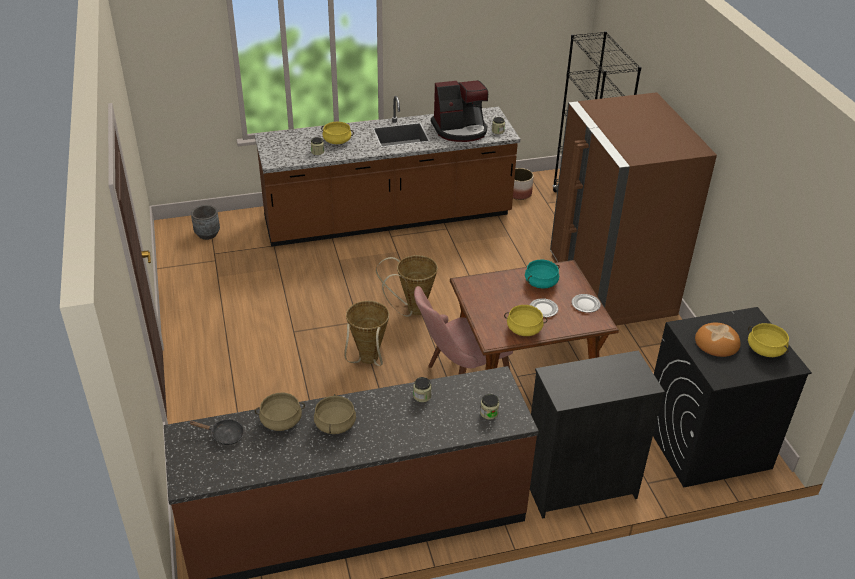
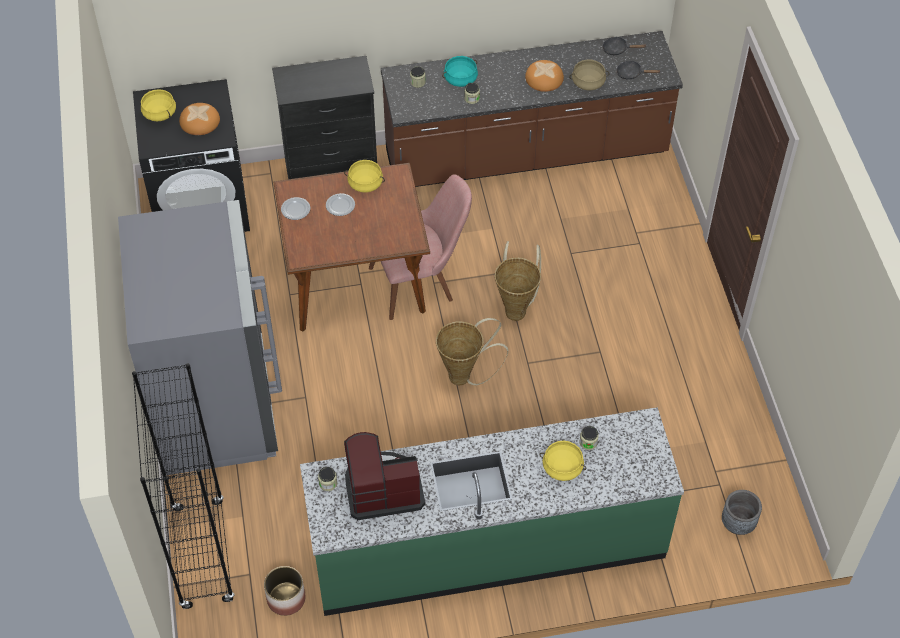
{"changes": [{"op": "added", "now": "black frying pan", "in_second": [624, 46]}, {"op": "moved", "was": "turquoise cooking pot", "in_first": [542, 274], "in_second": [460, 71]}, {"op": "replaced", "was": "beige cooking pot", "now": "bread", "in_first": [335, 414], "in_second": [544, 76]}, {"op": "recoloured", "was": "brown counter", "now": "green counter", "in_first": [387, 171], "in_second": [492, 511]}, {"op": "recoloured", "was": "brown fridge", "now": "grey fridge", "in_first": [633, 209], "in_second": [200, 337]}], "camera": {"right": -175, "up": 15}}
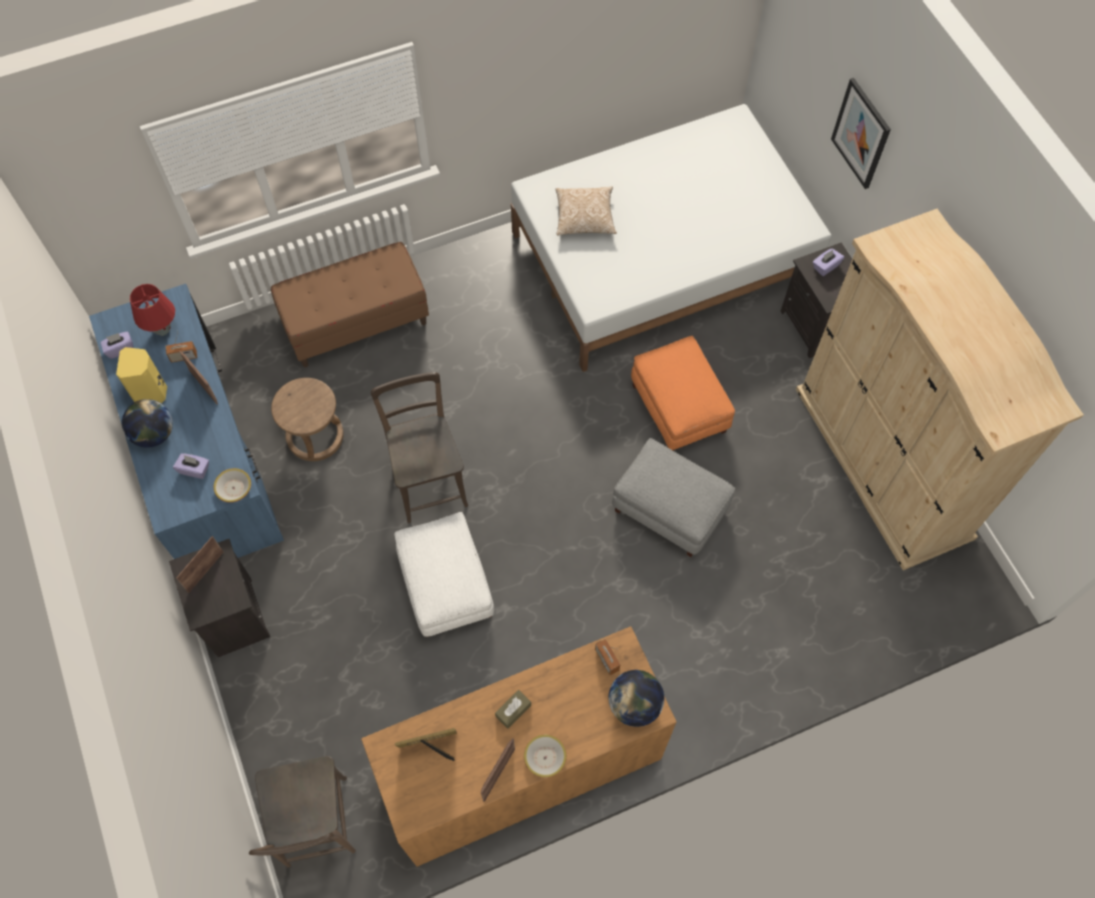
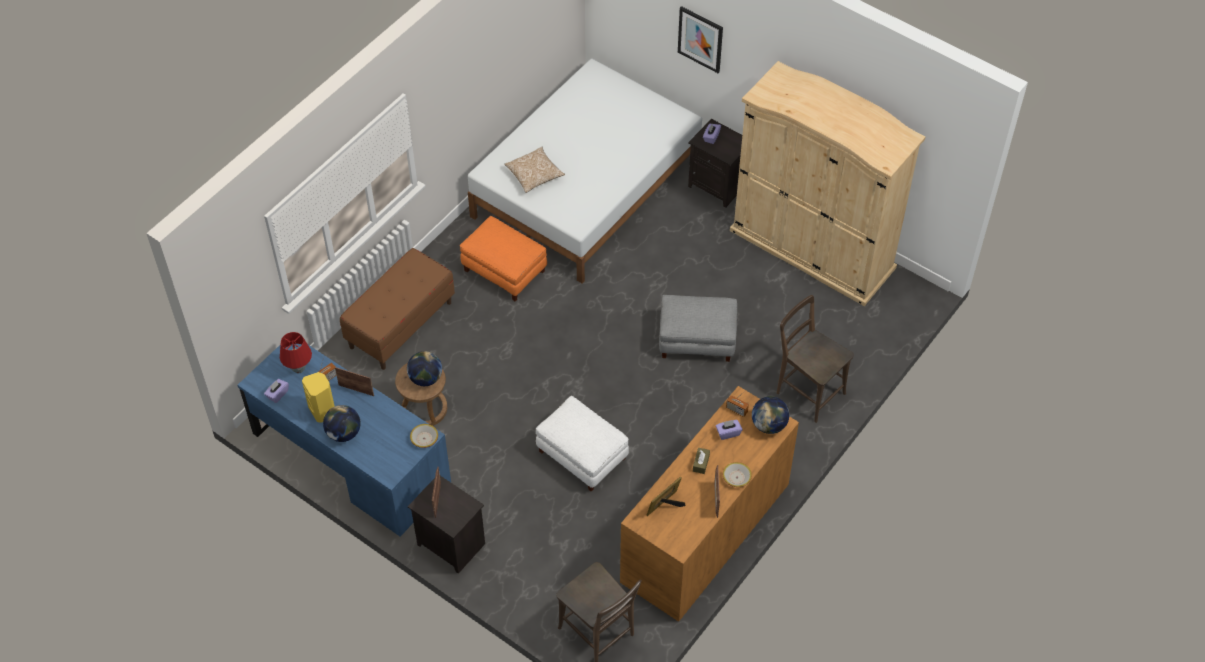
{"changes": [{"op": "added", "now": "globe", "in_second": [424, 368]}, {"op": "moved", "was": "purple tissue box", "in_first": [191, 466], "in_second": [729, 430]}, {"op": "moved", "was": "brown chair", "in_first": [419, 447], "in_second": [815, 359]}, {"op": "moved", "was": "orange ottoman", "in_first": [683, 393], "in_second": [503, 258]}], "camera": {"right": -30, "up": -10}}
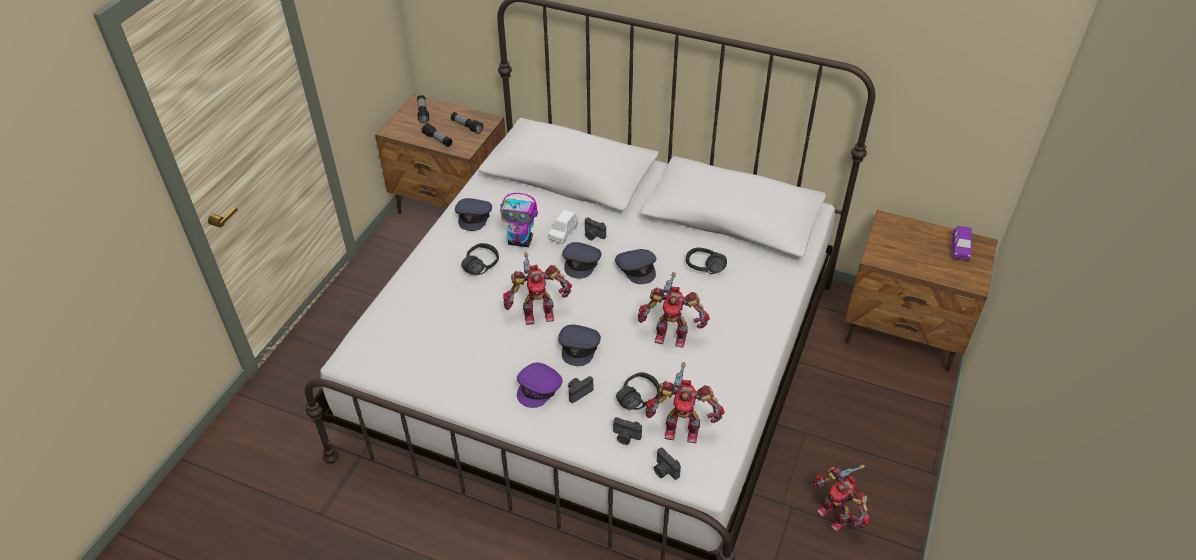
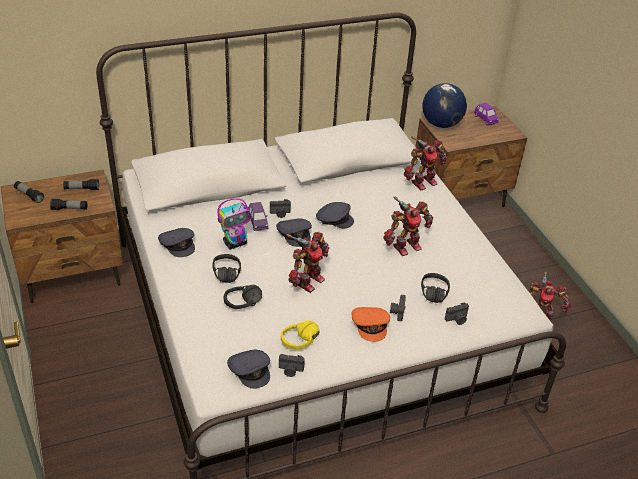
{"changes": [{"op": "added", "now": "yellow headphones", "in_second": [300, 335]}, {"op": "added", "now": "globe", "in_second": [444, 105]}, {"op": "moved", "was": "grey cap", "in_first": [579, 345], "in_second": [248, 369]}, {"op": "moved", "was": "toy robot", "in_first": [685, 402], "in_second": [425, 163]}, {"op": "moved", "was": "photo camera", "in_first": [667, 464], "in_second": [292, 365]}, {"op": "moved", "was": "black headphones", "in_first": [706, 261], "in_second": [243, 297]}, {"op": "recoloured", "was": "purple cap", "now": "orange cap", "in_first": [539, 385], "in_second": [371, 324]}, {"op": "recoloured", "was": "white toy car", "now": "purple toy car", "in_first": [563, 227], "in_second": [258, 216]}], "camera": {"right": -45, "up": -5}}
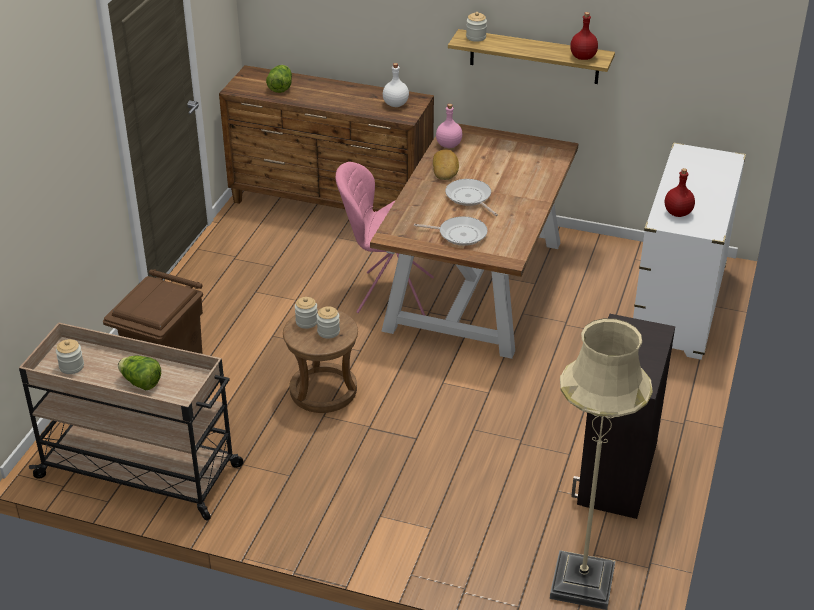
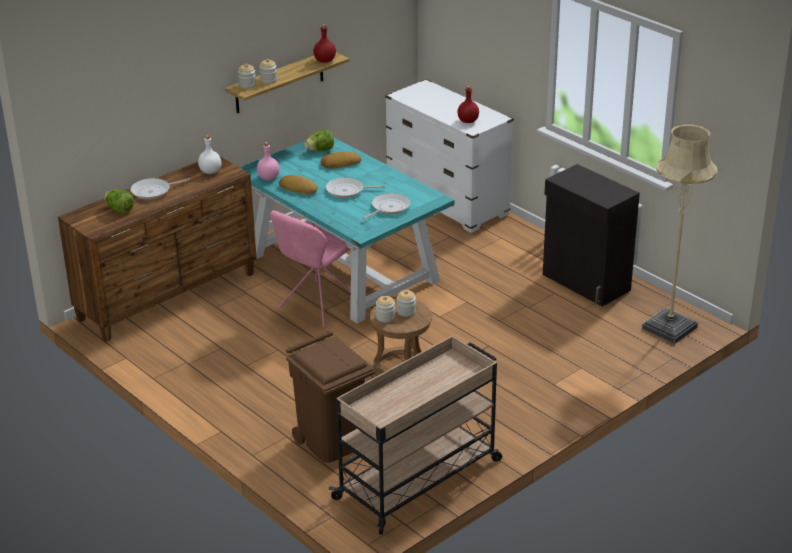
{"changes": [{"op": "added", "now": "frying pan", "in_second": [159, 189]}, {"op": "added", "now": "bread", "in_second": [341, 159]}, {"op": "moved", "was": "jar", "in_first": [70, 356], "in_second": [268, 71]}, {"op": "moved", "was": "lettuce", "in_first": [139, 373], "in_second": [319, 140]}, {"op": "recoloured", "was": "brown dining table", "now": "turquoise dining table", "in_first": [474, 241], "in_second": [347, 230]}], "camera": {"right": -60, "up": -5}}
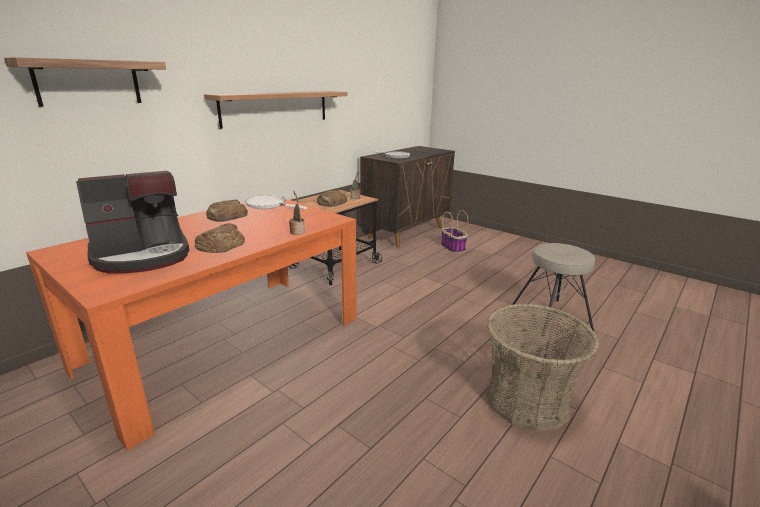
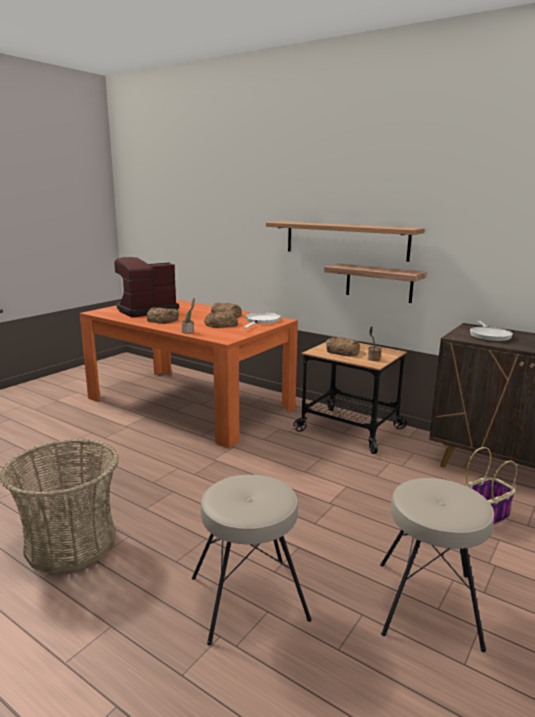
{"changes": [{"op": "added", "now": "bread", "in_second": [221, 319]}, {"op": "added", "now": "beige stool", "in_second": [437, 565]}, {"op": "moved", "was": "shelf", "in_first": [85, 82], "in_second": [375, 283]}, {"op": "turned", "was": "coffee machine", "in_first": [133, 222], "in_second": [147, 287], "clockwise": 90}], "camera": {"right": 85, "up": -5}}
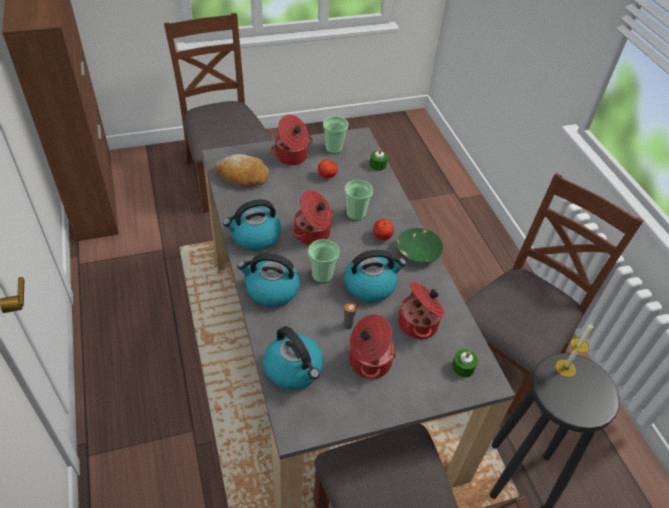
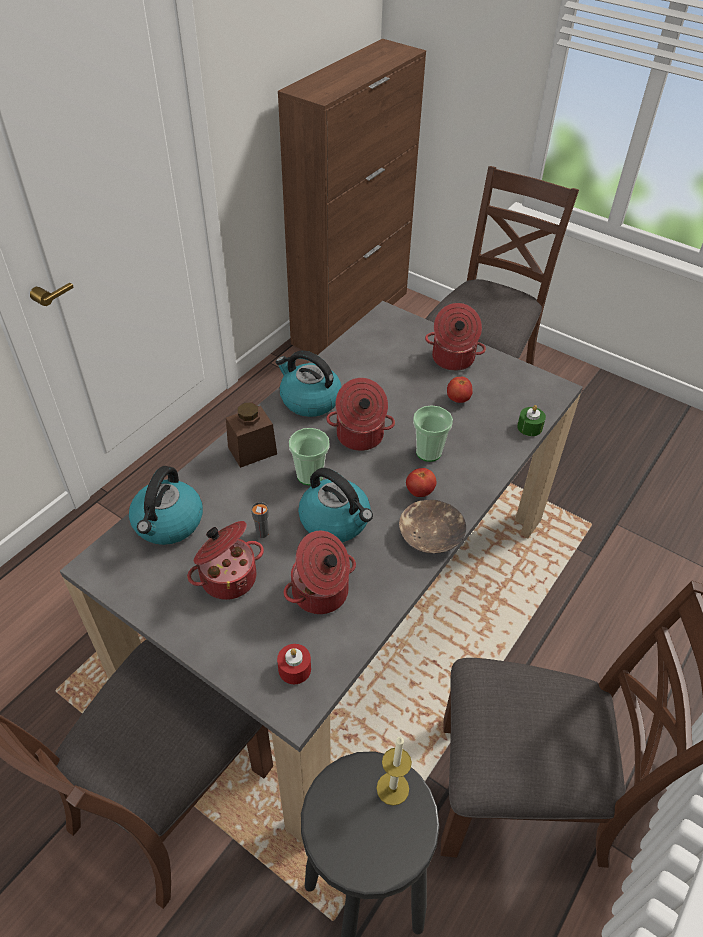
{"changes": [{"op": "removed", "was": "bread", "in_first": [242, 170]}, {"op": "removed", "was": "cup", "in_first": [335, 135]}, {"op": "replaced", "was": "kettle", "now": "brown jar", "in_first": [268, 280], "in_second": [251, 435]}, {"op": "recoloured", "was": "green bowl", "now": "brown bowl", "in_first": [420, 245], "in_second": [432, 526]}, {"op": "recoloured", "was": "green candle", "now": "red candle", "in_first": [465, 363], "in_second": [294, 664]}], "camera": {"right": 55, "up": 0}}
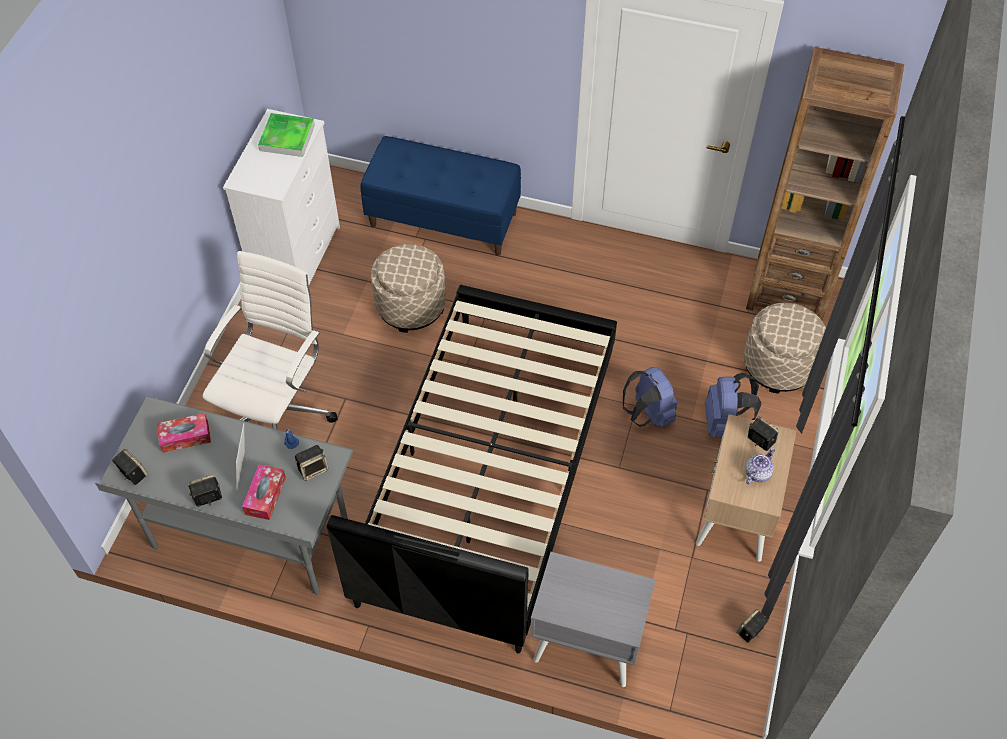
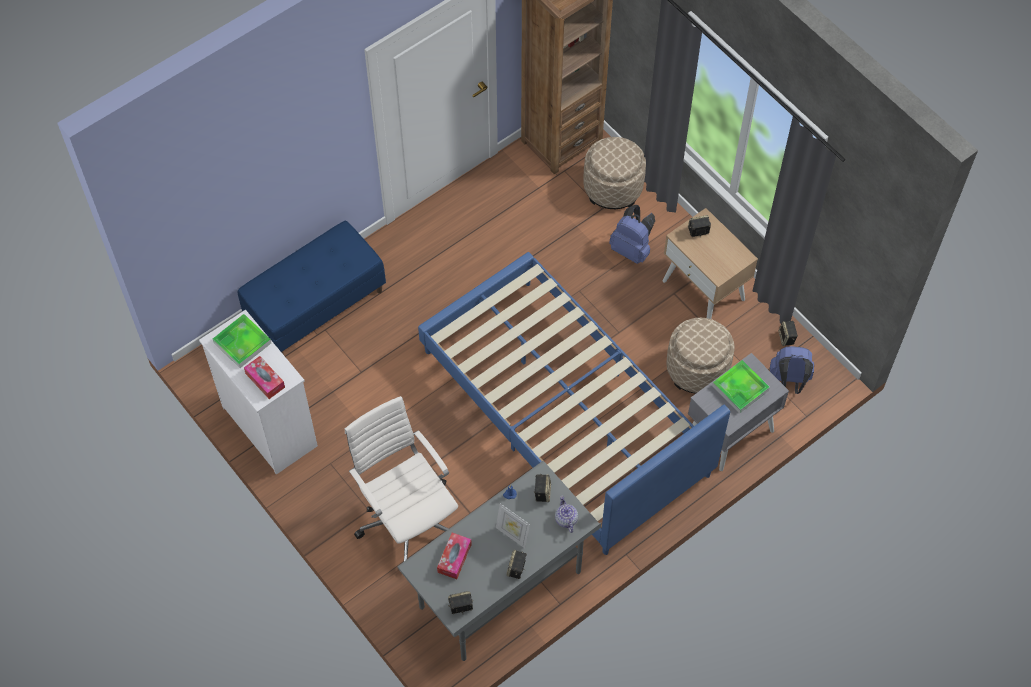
{"changes": [{"op": "added", "now": "tray", "in_second": [741, 387]}, {"op": "moved", "was": "tissue box", "in_first": [264, 492], "in_second": [264, 377]}, {"op": "moved", "was": "beige ottoman", "in_first": [408, 288], "in_second": [700, 356]}, {"op": "moved", "was": "blue backpack", "in_first": [650, 397], "in_second": [792, 370]}, {"op": "moved", "was": "teapot", "in_first": [760, 466], "in_second": [566, 514]}, {"op": "recoloured", "was": "black bed", "now": "blue bed", "in_first": [472, 469], "in_second": [574, 403]}], "camera": {"right": -55, "up": 5}}
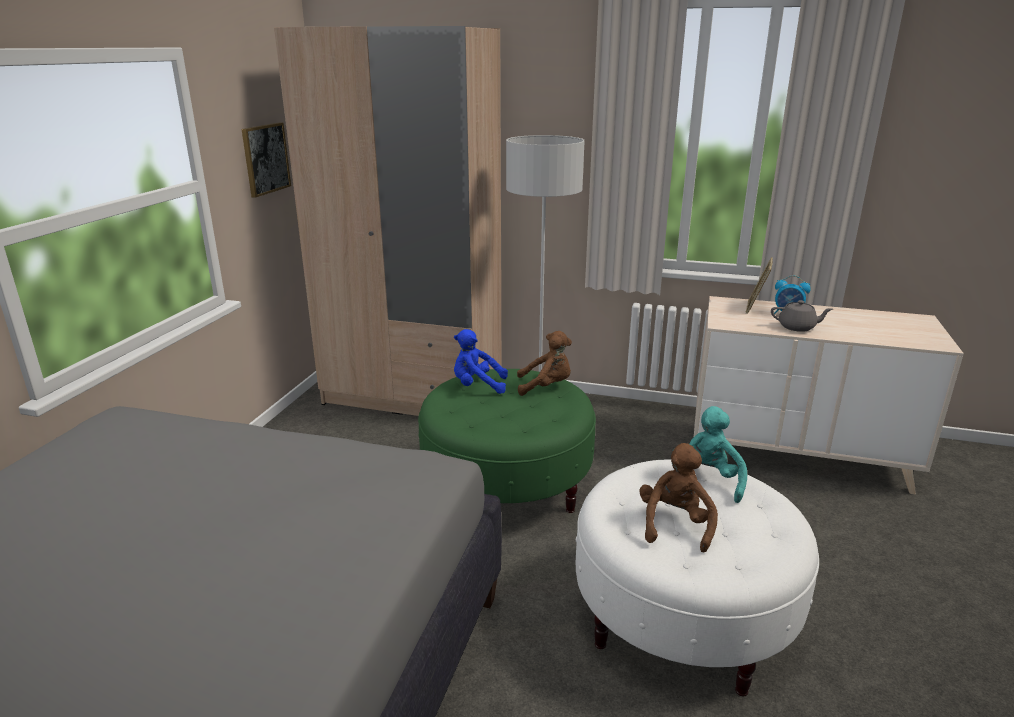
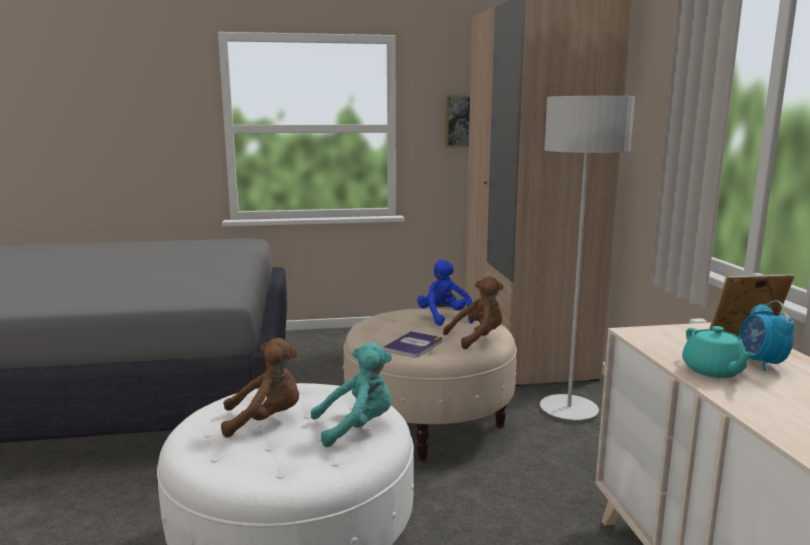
{"changes": [{"op": "added", "now": "book", "in_second": [412, 344]}, {"op": "recoloured", "was": "green ottoman", "now": "beige ottoman", "in_first": [507, 441], "in_second": [430, 385]}, {"op": "recoloured", "was": "grey teapot", "now": "turquoise teapot", "in_first": [802, 316], "in_second": [718, 352]}, {"op": "turned", "was": "brown plush toy", "in_first": [544, 363], "in_second": [473, 312], "clockwise": -90}], "camera": {"right": 65, "up": -10}}
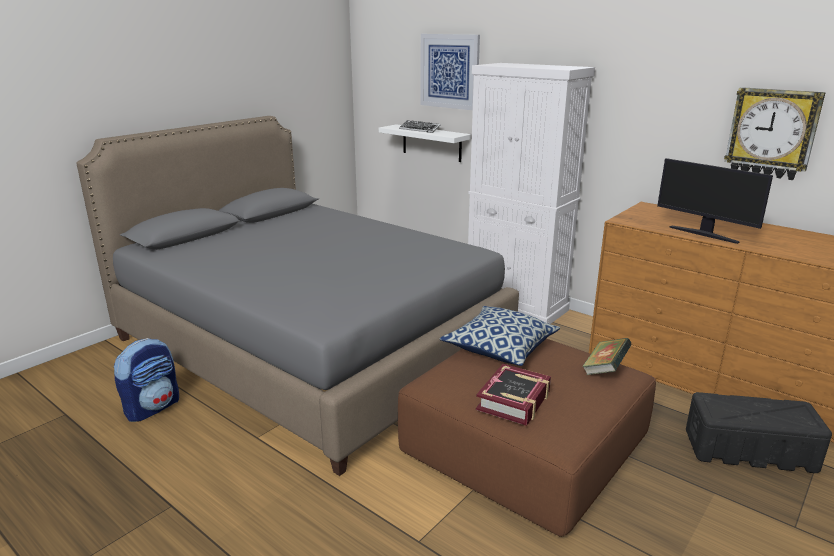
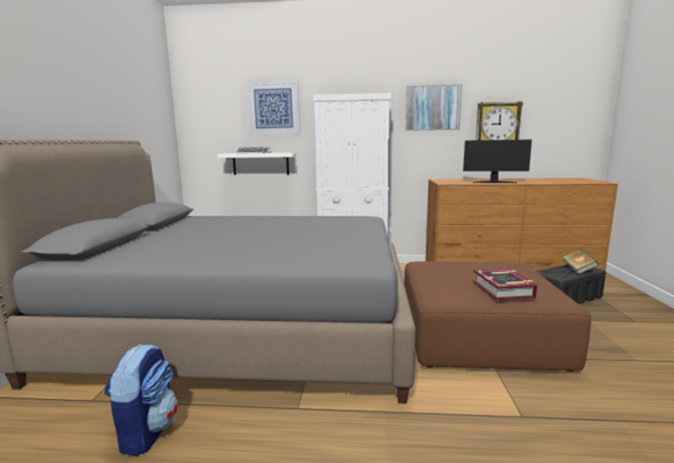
{"changes": [{"op": "removed", "was": "pillow", "in_first": [500, 336]}, {"op": "added", "now": "picture", "in_second": [434, 107]}, {"op": "moved", "was": "book", "in_first": [607, 356], "in_second": [580, 261]}], "camera": {"right": -35, "up": -10}}
